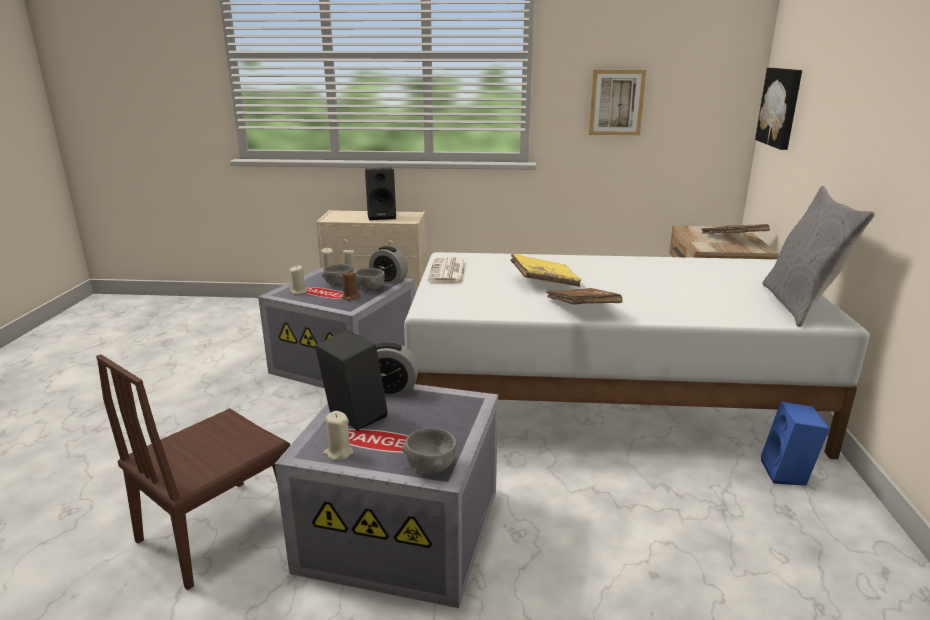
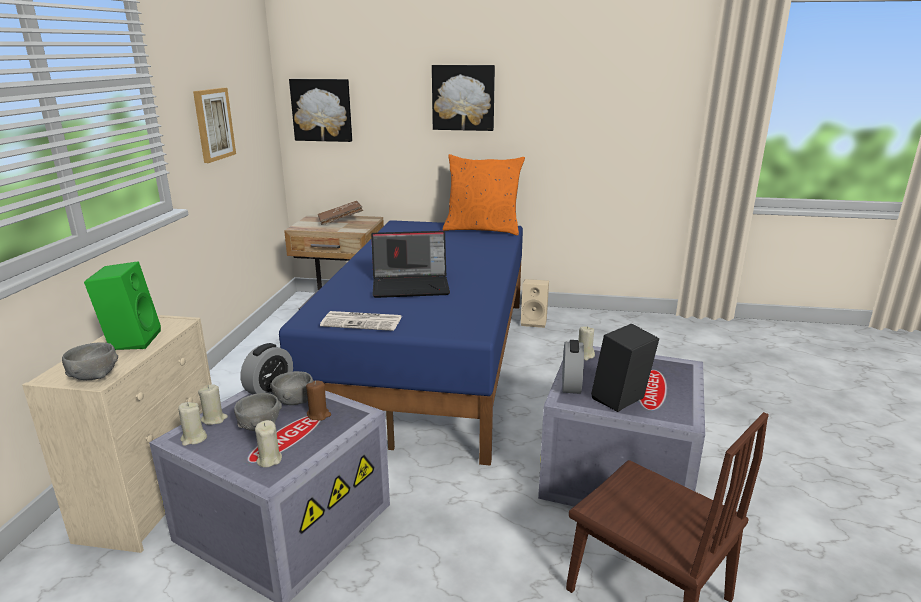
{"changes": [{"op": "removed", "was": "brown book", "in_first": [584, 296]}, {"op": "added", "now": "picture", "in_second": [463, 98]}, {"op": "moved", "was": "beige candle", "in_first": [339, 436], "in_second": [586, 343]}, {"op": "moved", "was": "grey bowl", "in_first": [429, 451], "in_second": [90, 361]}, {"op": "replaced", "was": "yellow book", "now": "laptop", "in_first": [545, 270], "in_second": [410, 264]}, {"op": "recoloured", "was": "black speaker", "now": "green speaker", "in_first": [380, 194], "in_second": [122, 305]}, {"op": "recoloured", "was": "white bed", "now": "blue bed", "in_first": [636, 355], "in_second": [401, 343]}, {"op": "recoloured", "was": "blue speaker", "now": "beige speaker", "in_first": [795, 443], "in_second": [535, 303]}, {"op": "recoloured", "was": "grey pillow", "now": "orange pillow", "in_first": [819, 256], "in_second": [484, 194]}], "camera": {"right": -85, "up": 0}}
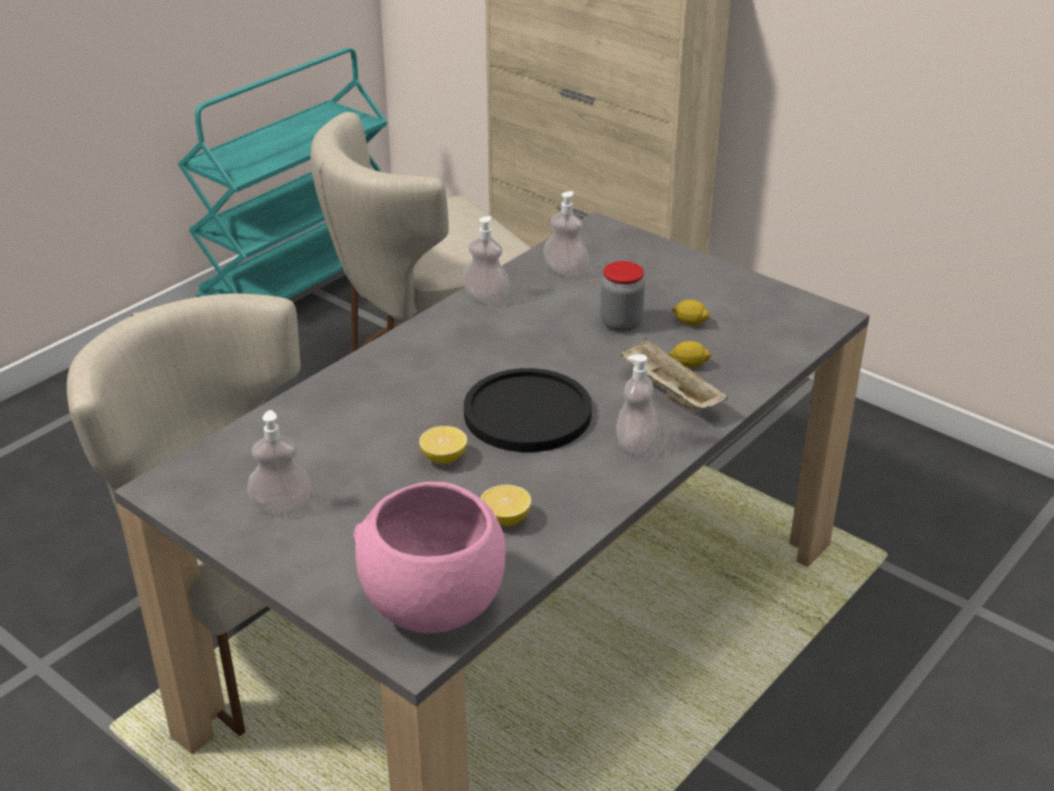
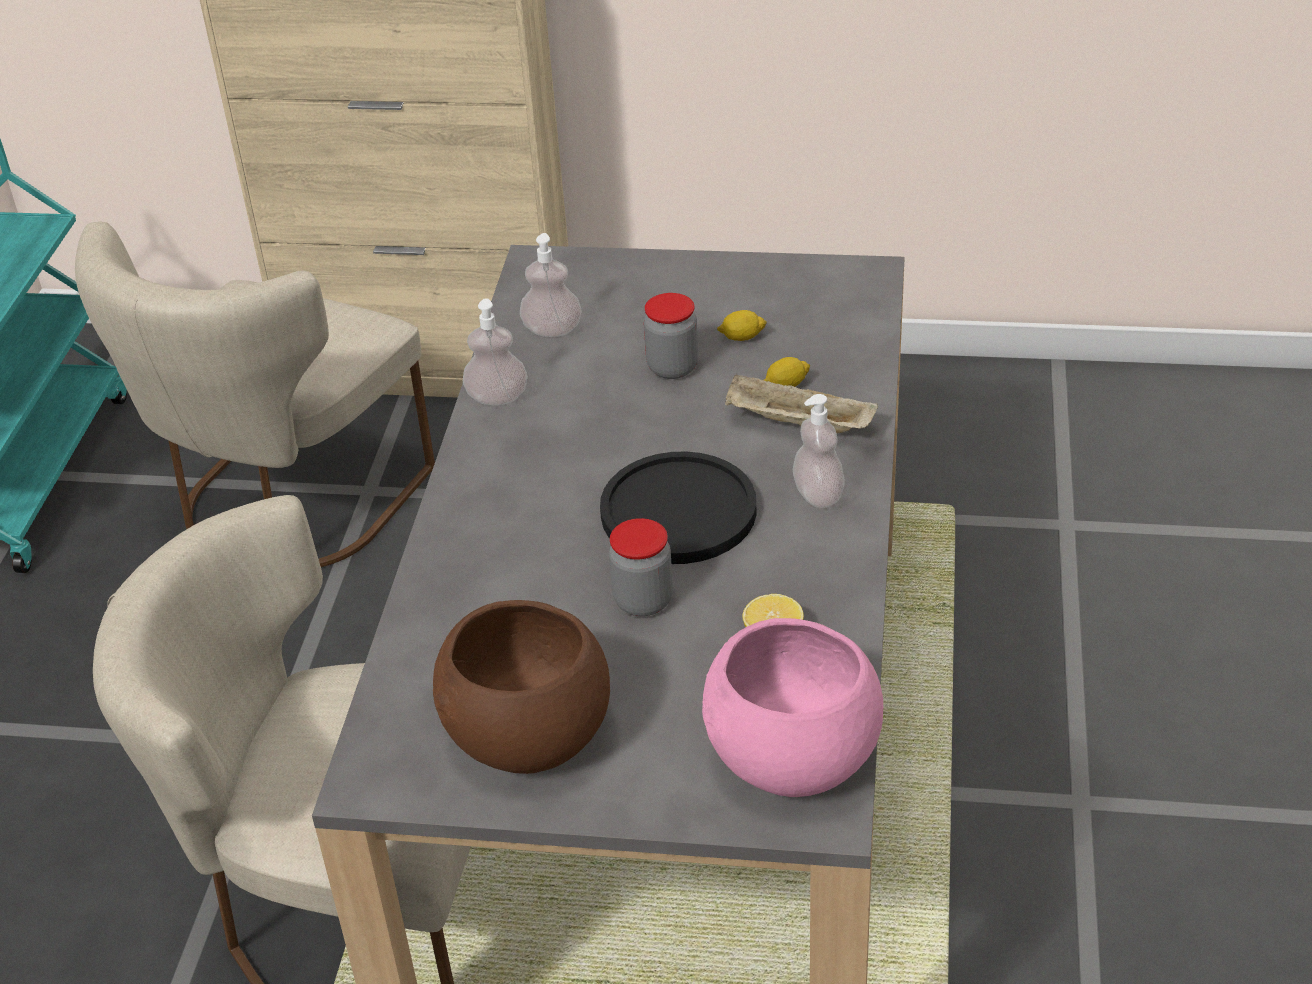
{"changes": [{"op": "replaced", "was": "soap dispenser", "now": "brown bowl", "in_first": [279, 461], "in_second": [521, 687]}, {"op": "replaced", "was": "lemon", "now": "jar", "in_first": [443, 445], "in_second": [641, 567]}], "camera": {"right": -30, "up": 5}}
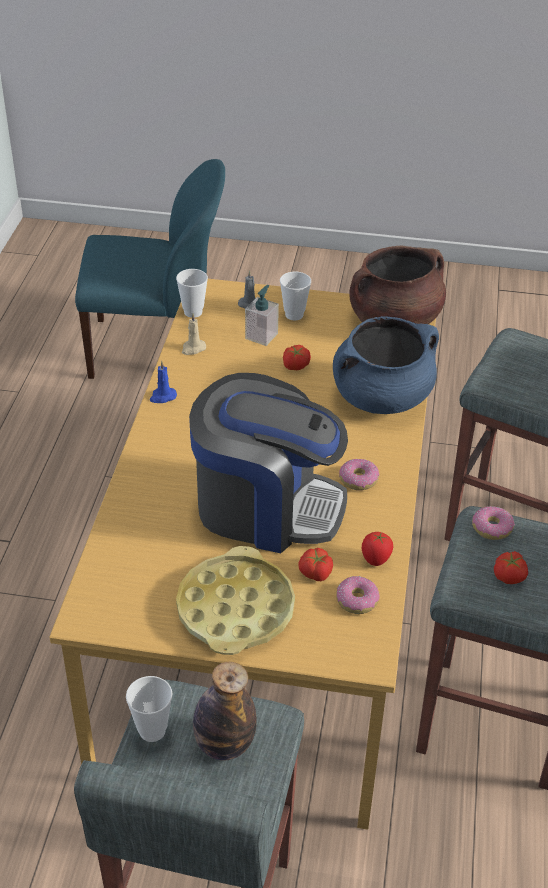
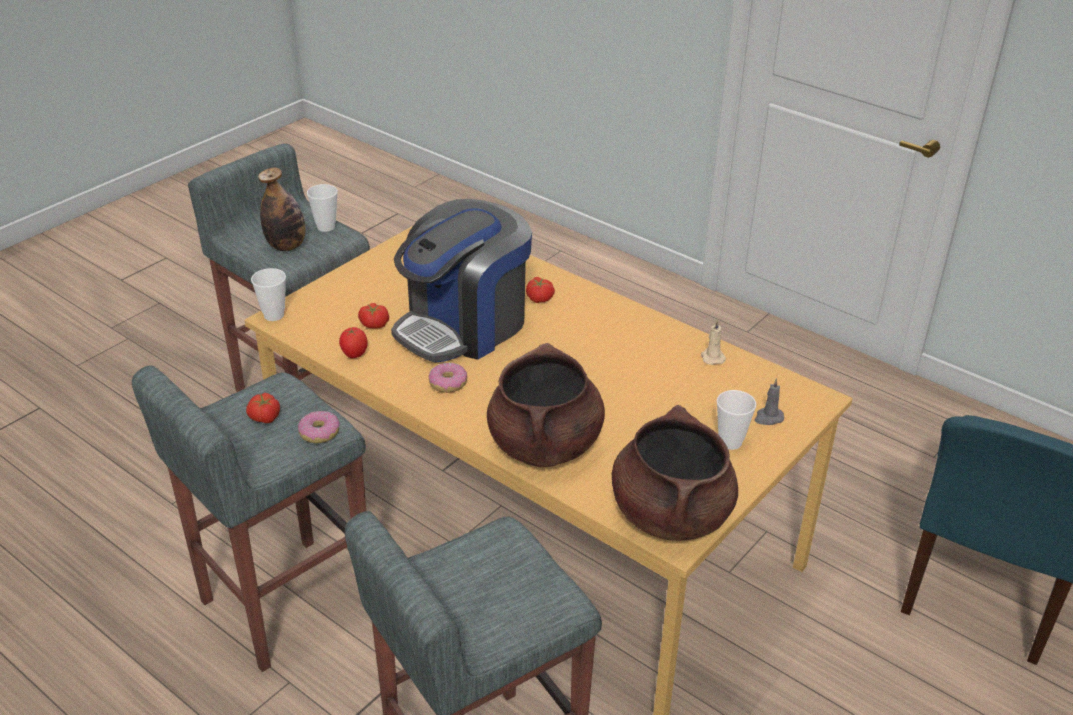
{"changes": [{"op": "removed", "was": "blue candle", "in_first": [163, 382]}, {"op": "removed", "was": "yellow tray", "in_first": [235, 600]}, {"op": "removed", "was": "soap dispenser", "in_first": [262, 315]}, {"op": "removed", "was": "donut", "in_first": [358, 595]}, {"op": "moved", "was": "cup", "in_first": [192, 293], "in_second": [268, 294]}, {"op": "moved", "was": "tomato", "in_first": [297, 357], "in_second": [540, 290]}, {"op": "recoloured", "was": "blue cooking pot", "now": "brown cooking pot", "in_first": [386, 365], "in_second": [546, 405]}], "camera": {"right": 120, "up": -5}}
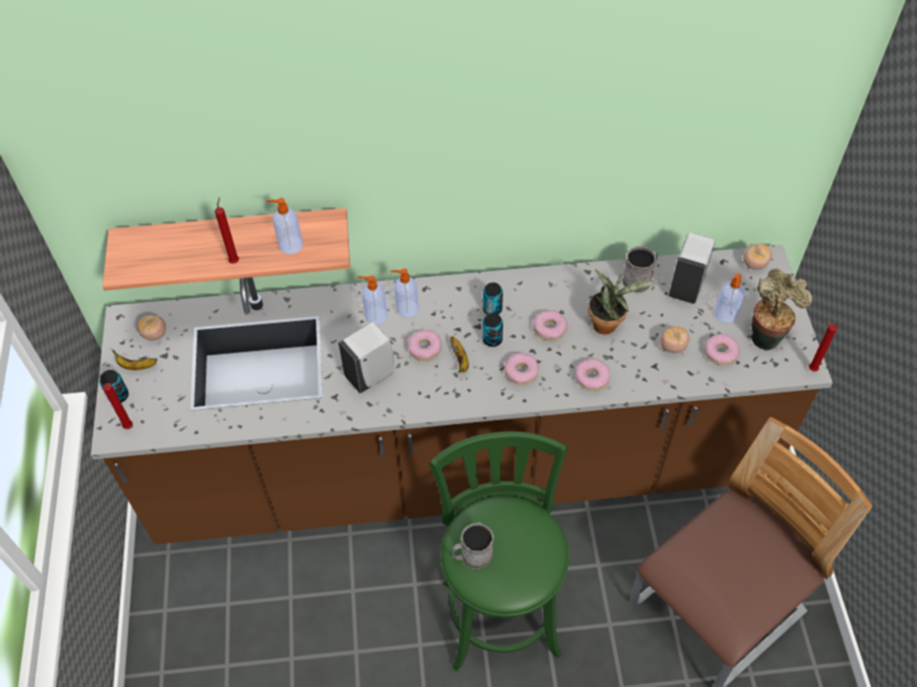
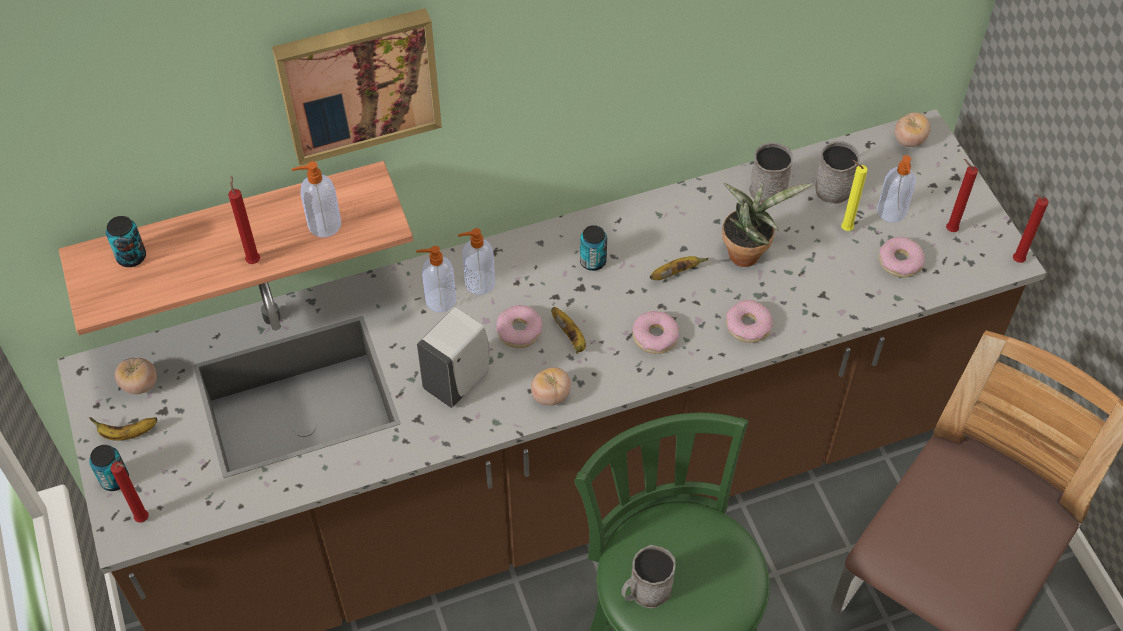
{"changes": [{"op": "added", "now": "picture", "in_second": [357, 86]}, {"op": "added", "now": "yellow candle", "in_second": [854, 195]}, {"op": "moved", "was": "can", "in_first": [492, 330], "in_second": [126, 241]}, {"op": "moved", "was": "tomato", "in_first": [674, 339], "in_second": [551, 386]}, {"op": "replaced", "was": "donut", "now": "banana", "in_first": [550, 325], "in_second": [679, 268]}, {"op": "replaced", "was": "white soap dispenser", "now": "grey mug", "in_first": [692, 268], "in_second": [837, 172]}, {"op": "replaced", "was": "potted plant", "now": "red candle", "in_first": [781, 309], "in_second": [962, 195]}], "camera": {"right": -15, "up": 0}}
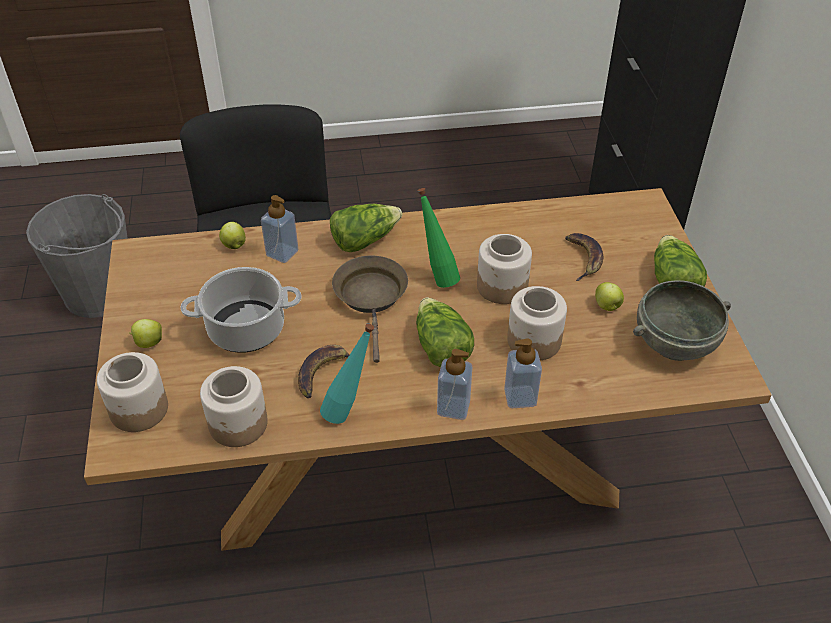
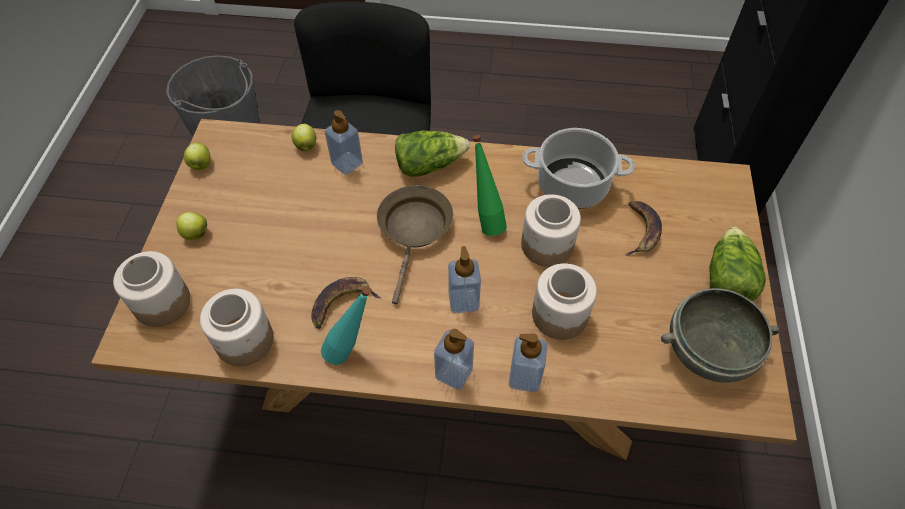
{"changes": [{"op": "moved", "was": "cooking pot", "in_first": [241, 310], "in_second": [578, 168]}, {"op": "moved", "was": "apple", "in_first": [609, 296], "in_second": [197, 156]}, {"op": "replaced", "was": "lettuce", "now": "soap dispenser", "in_first": [445, 332], "in_second": [464, 279]}], "camera": {"right": 15, "up": 10}}
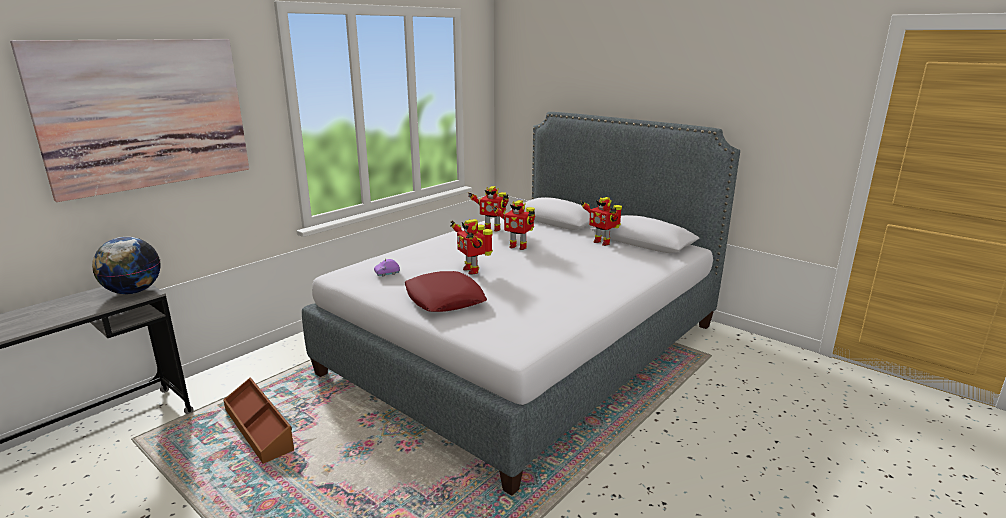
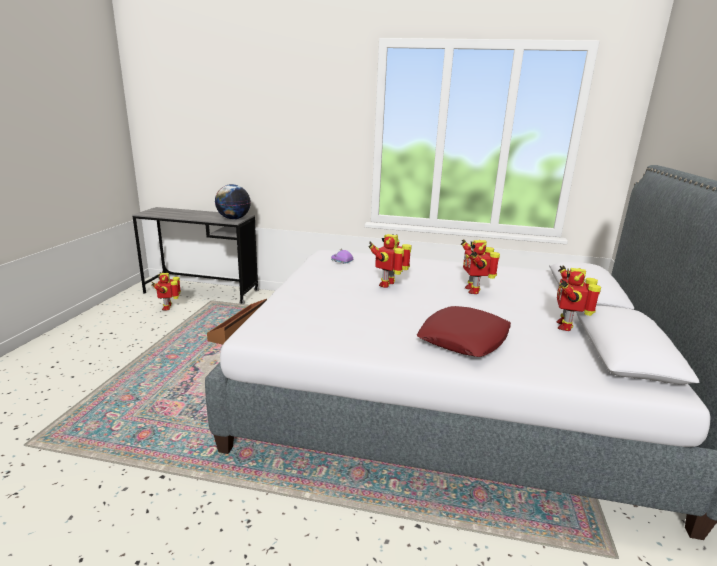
{"changes": [{"op": "removed", "was": "picture", "in_first": [129, 120]}, {"op": "moved", "was": "red pillow", "in_first": [446, 291], "in_second": [464, 331]}, {"op": "moved", "was": "toy robot", "in_first": [488, 209], "in_second": [166, 290]}], "camera": {"right": 60, "up": 0}}
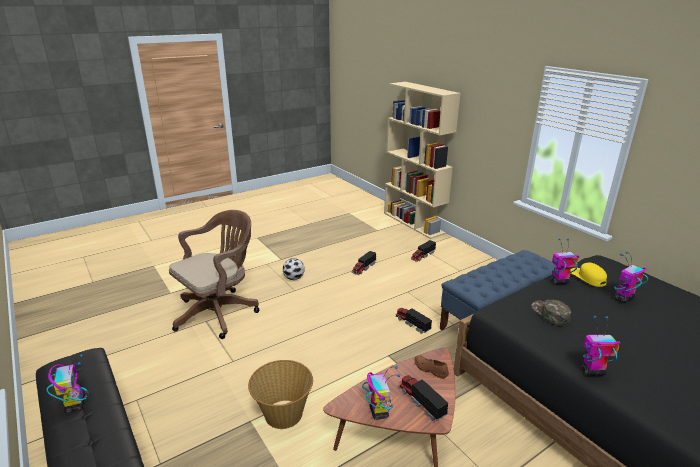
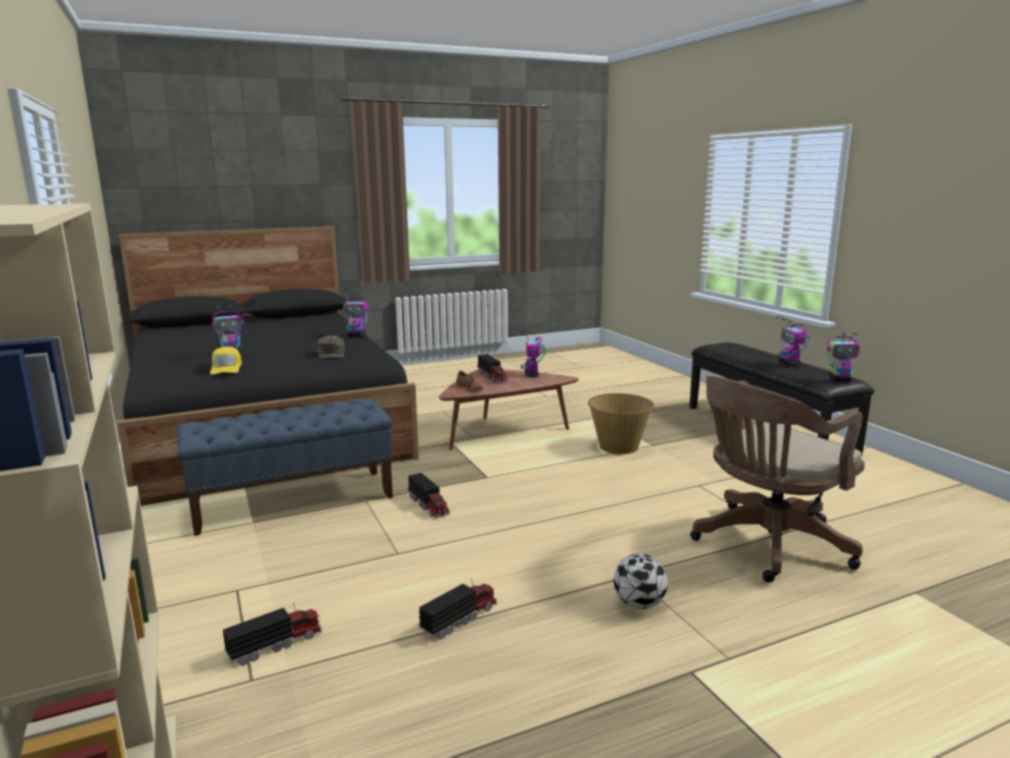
{"changes": [{"op": "moved", "was": "toy robot", "in_first": [565, 261], "in_second": [843, 356]}], "camera": {"right": -170, "up": -10}}
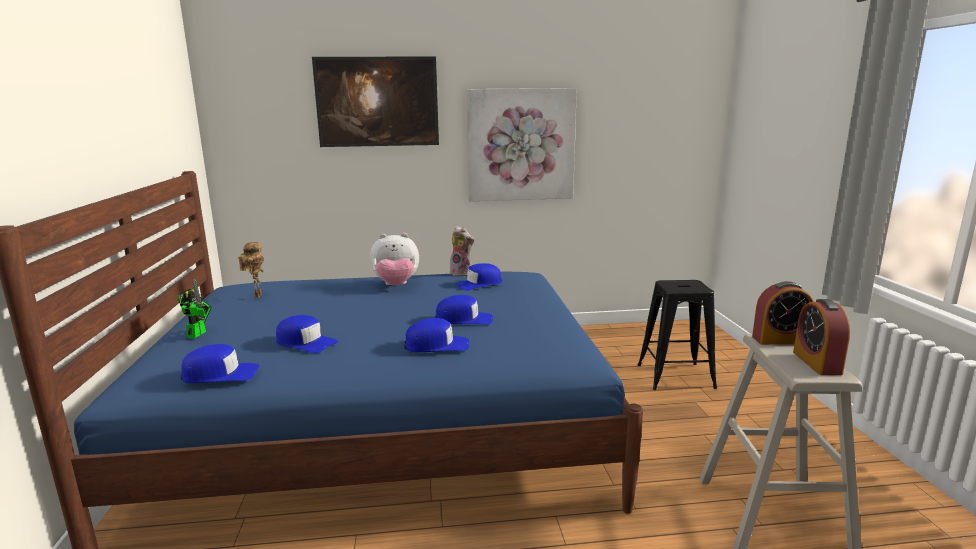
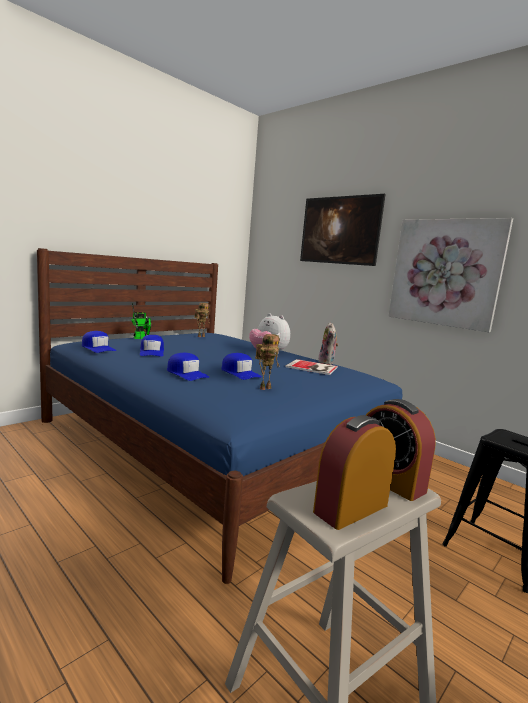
{"changes": [{"op": "added", "now": "toy robot", "in_second": [267, 362]}, {"op": "replaced", "was": "blue cap", "now": "book", "in_first": [478, 277], "in_second": [312, 367]}], "camera": {"right": 50, "up": -5}}
